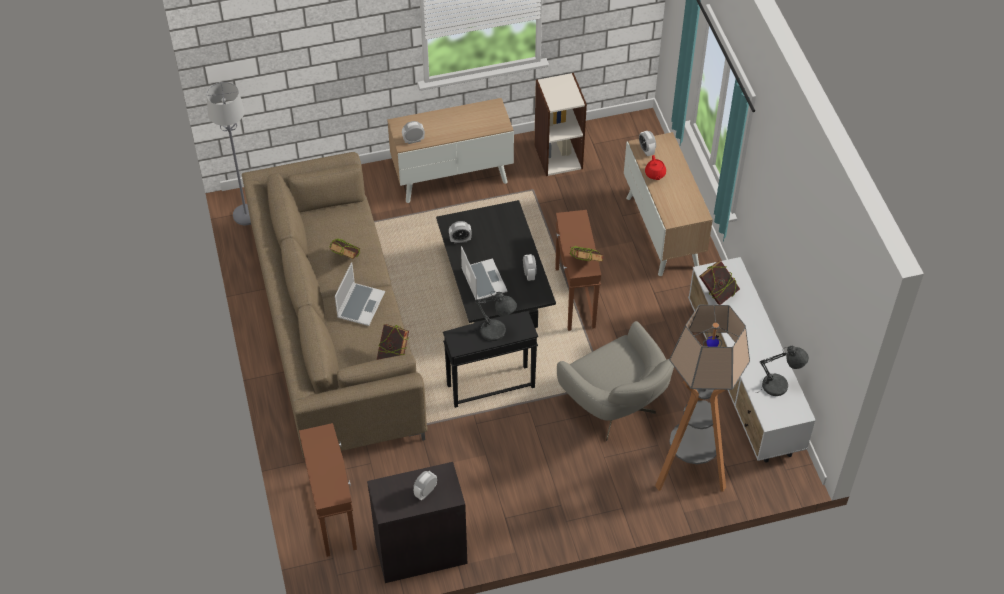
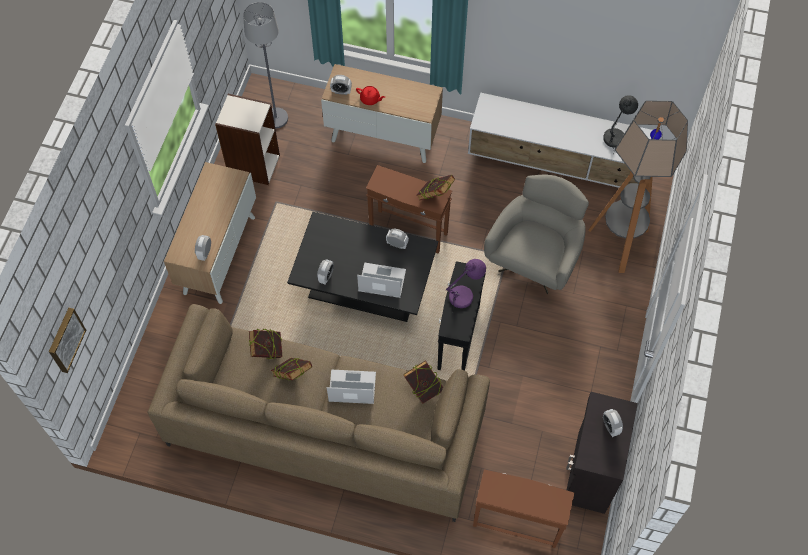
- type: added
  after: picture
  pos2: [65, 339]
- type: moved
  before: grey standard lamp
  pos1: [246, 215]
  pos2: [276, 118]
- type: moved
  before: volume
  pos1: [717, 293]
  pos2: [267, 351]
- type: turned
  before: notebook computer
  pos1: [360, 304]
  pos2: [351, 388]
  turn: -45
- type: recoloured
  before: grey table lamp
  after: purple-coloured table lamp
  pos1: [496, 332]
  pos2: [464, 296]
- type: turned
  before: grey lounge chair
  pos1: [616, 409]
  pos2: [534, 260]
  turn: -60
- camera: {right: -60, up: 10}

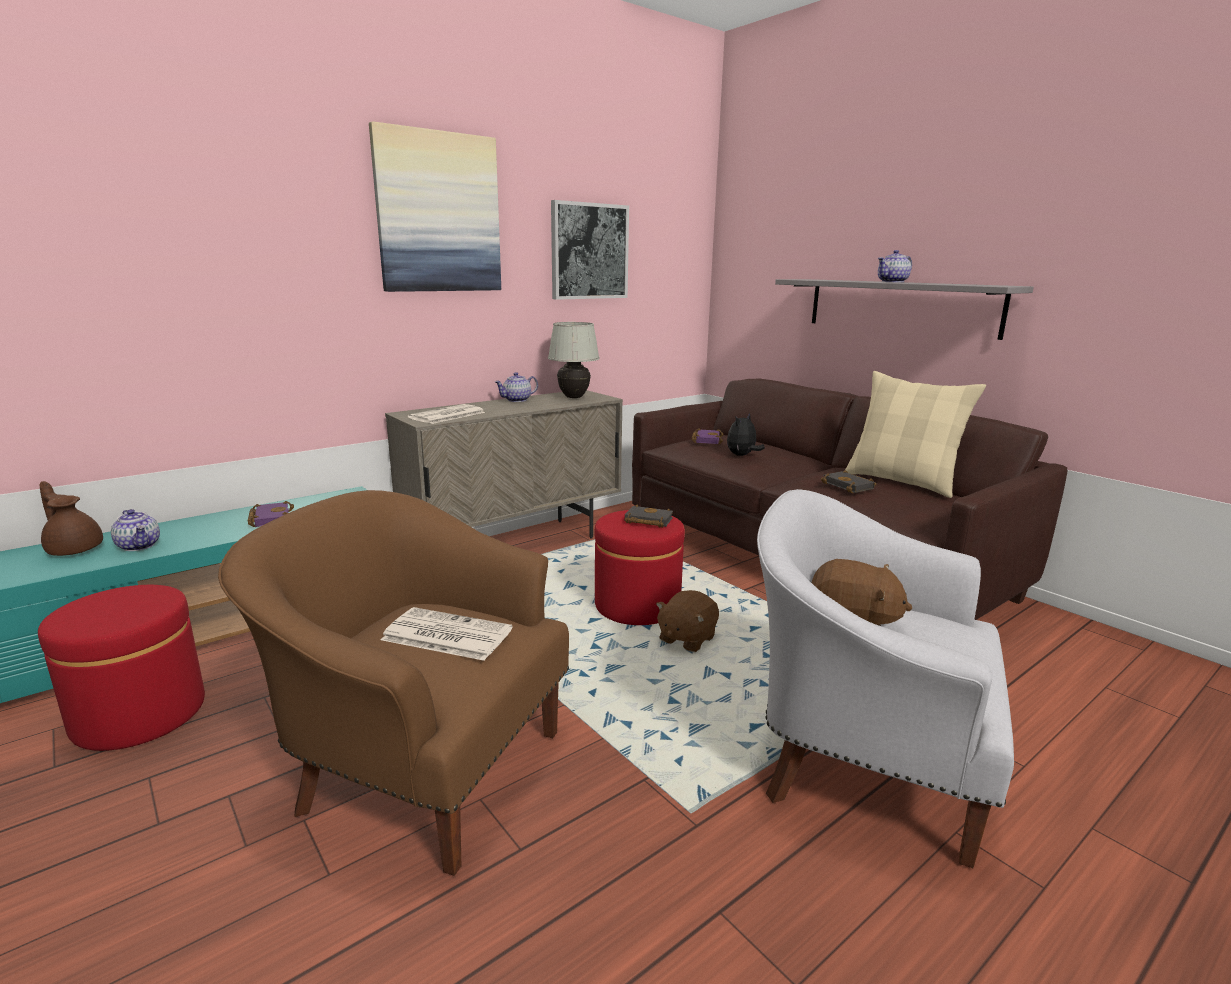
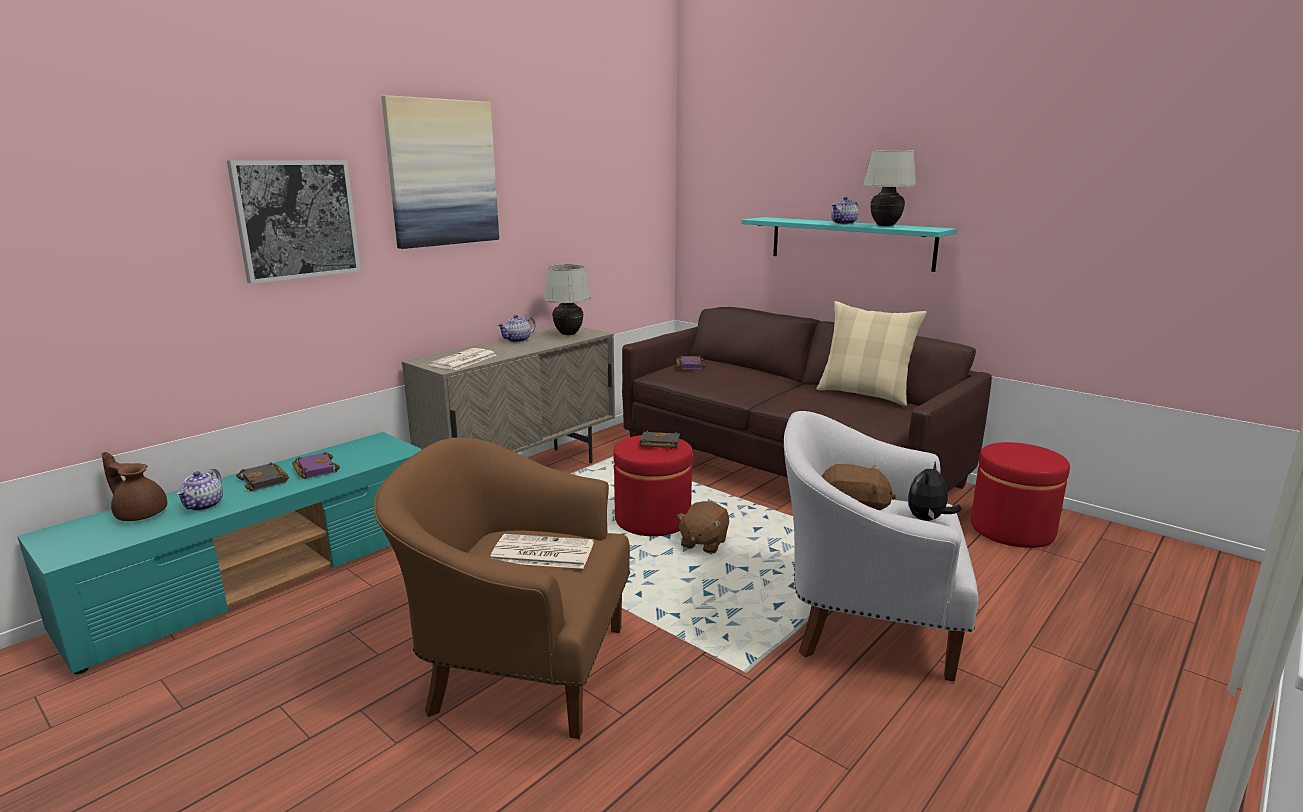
- type: turned
  before: teapot
  pos1: [139, 546]
  pos2: [204, 505]
  turn: 60
- type: moved
  before: picture
  pos1: [589, 251]
  pos2: [296, 219]
- type: moved
  before: black-coloured volume
  pos1: [850, 486]
  pos2: [265, 481]
- type: recoloured
  before: grey wall shelf
  after: turquoise-coloured wall shelf
  pos1: [900, 306]
  pos2: [850, 243]
- type: added
  after: white table lamp
  pos2: [885, 226]
- type: moved
  before: plush toy
  pos1: [742, 455]
  pos2: [928, 519]
- type: moved
  before: reddish ottoman
  pos1: [139, 714]
  pos2: [1012, 529]
- camera: {right: -10, up: 0}

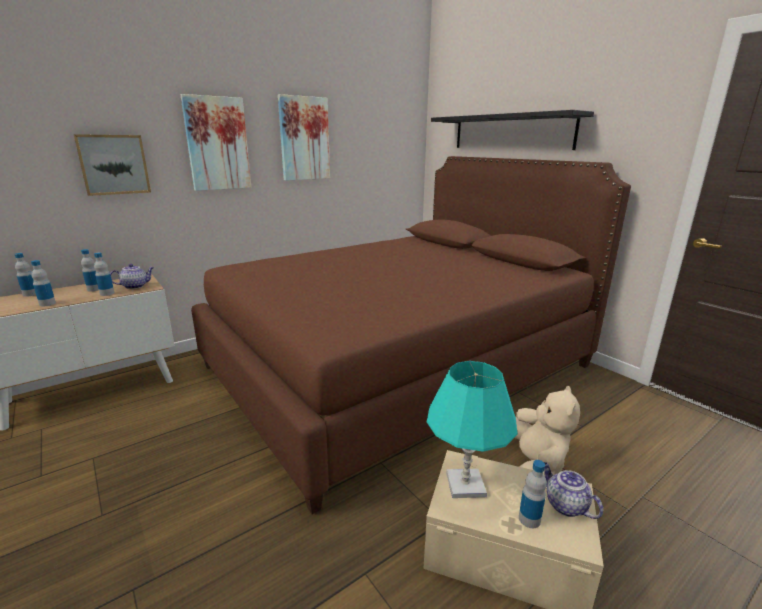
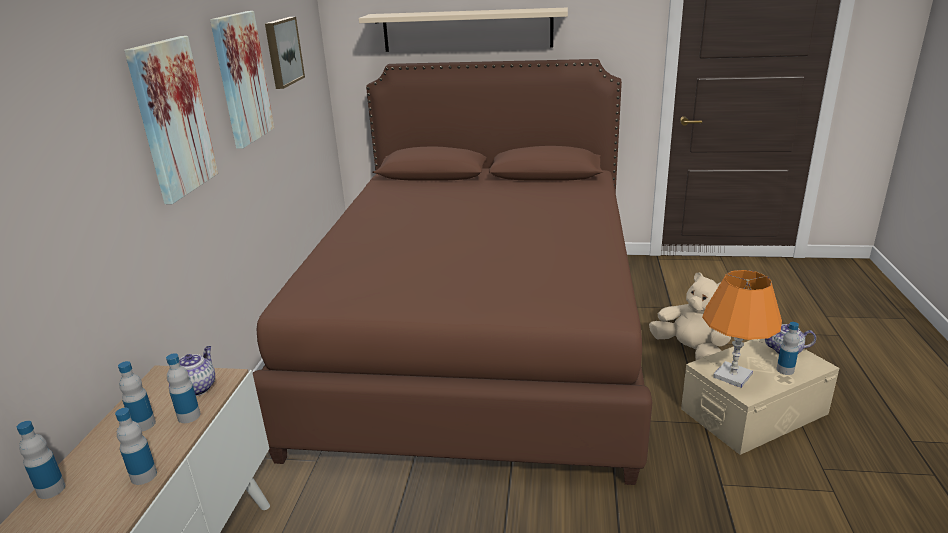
- type: moved
  before: picture
  pos1: [113, 164]
  pos2: [282, 52]
- type: recoloured
  before: black-coloured wall shelf
  after: beige wall shelf
  pos1: [510, 132]
  pos2: [467, 30]
- type: recoloured
  before: turquoise-coloured table lamp
  after: orange table lamp
  pos1: [465, 485]
  pos2: [732, 376]
- camera: {right: -45, up: 5}

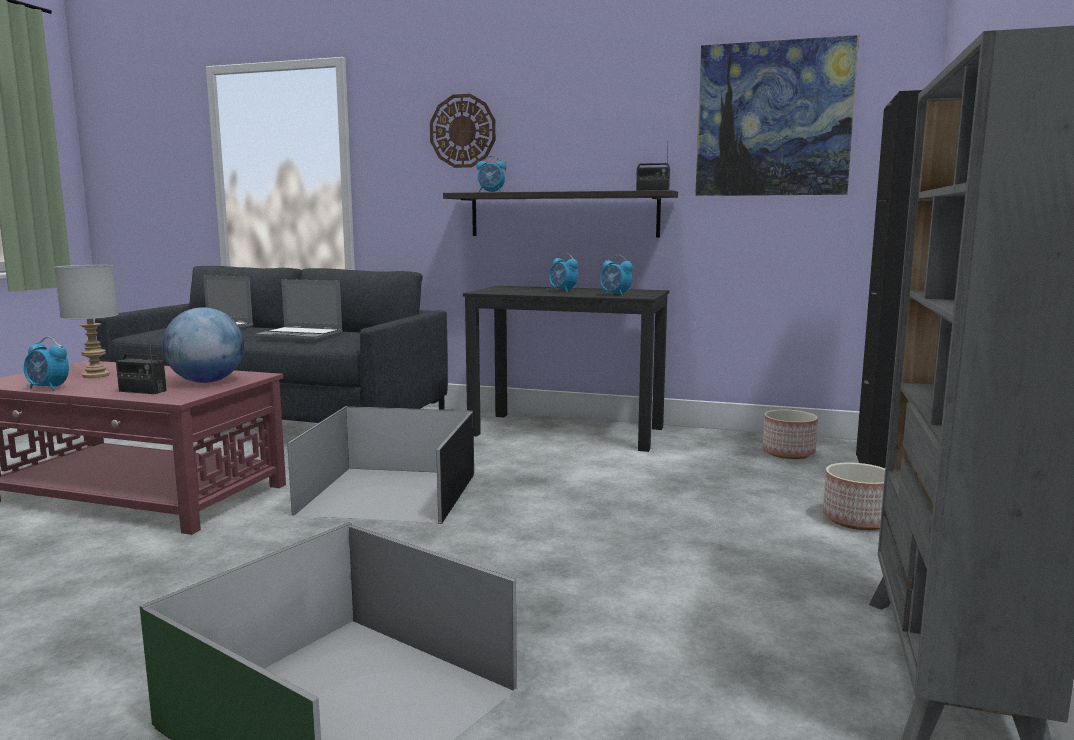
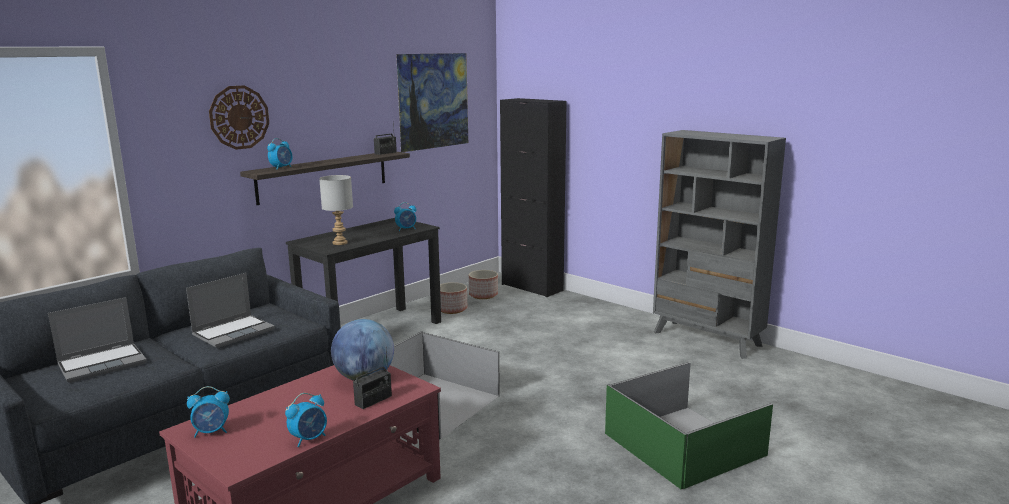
- type: moved
  before: table clock
  pos1: [563, 291]
  pos2: [212, 432]
- type: moved
  before: grey table lamp
  pos1: [96, 375]
  pos2: [339, 243]
- type: moved
  before: flower pot
  pos1: [857, 520]
  pos2: [452, 309]
- camera: {right: -65, up: 5}

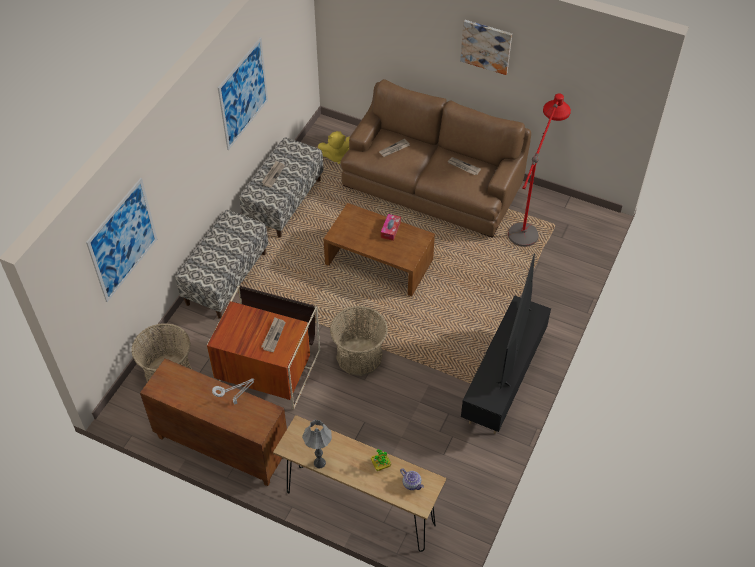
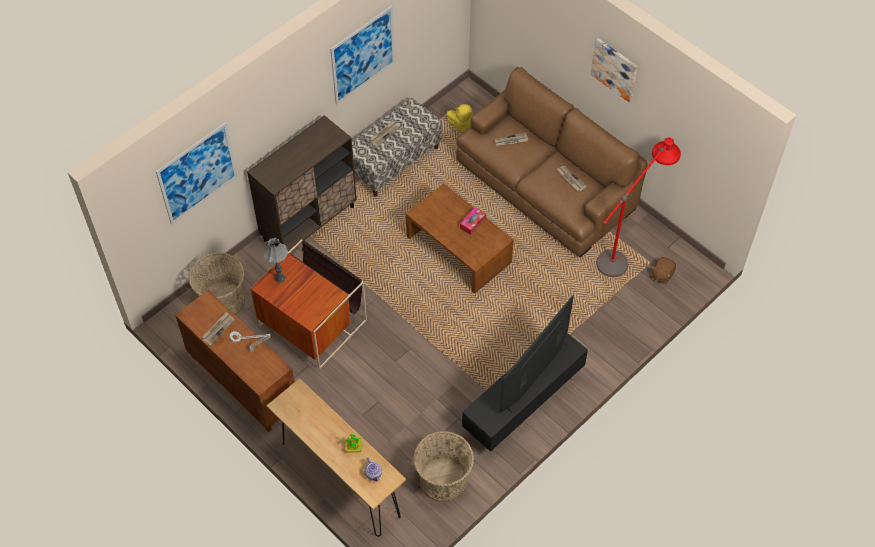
- type: moved
  before: daily paper
  pos1: [273, 335]
  pos2: [218, 329]
- type: replaced
  before: bench
  after: brownish cabinet
  pos1: [226, 278]
  pos2: [309, 223]
- type: moved
  before: grey table lamp
  pos1: [319, 463]
  pos2: [280, 278]
- type: moved
  before: household basket
  pos1: [359, 356]
  pos2: [443, 479]
- type: added
  after: brownish plush toy
  pos2: [661, 275]
- camera: {right: 20, up: 5}

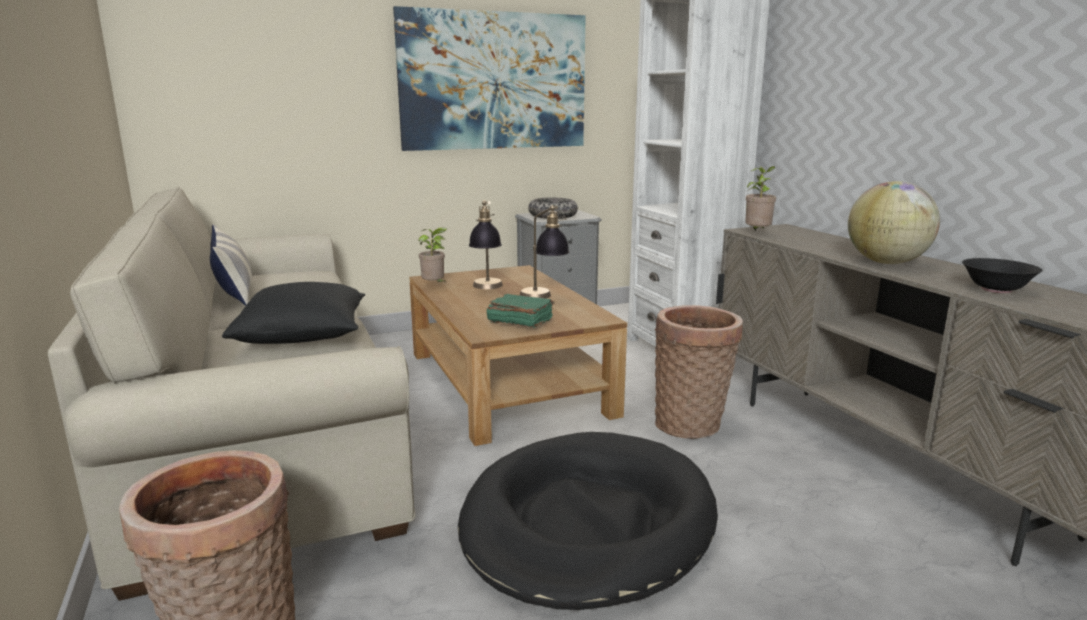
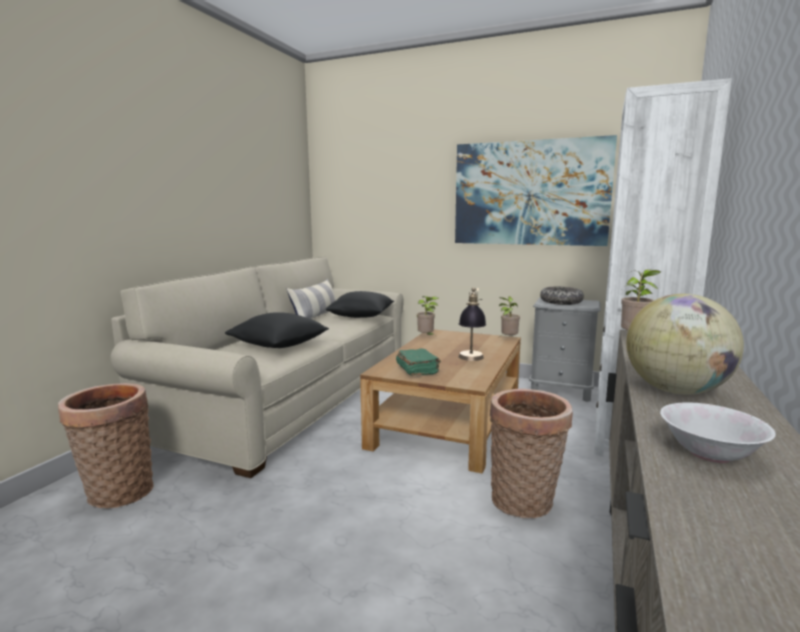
- type: added
  after: black-coloured cushion
  pos2: [362, 317]
- type: added
  after: houseplant
  pos2: [508, 339]
- type: recoloured
  before: black-coloured bowl
  after: white bowl
  pos1: [996, 290]
  pos2: [709, 454]
- type: removed
  before: black-coloured dog cushion
  pos1: [587, 523]
- type: removed
  before: table lamp
  pos1: [487, 288]
- camera: {right: 45, up: -5}

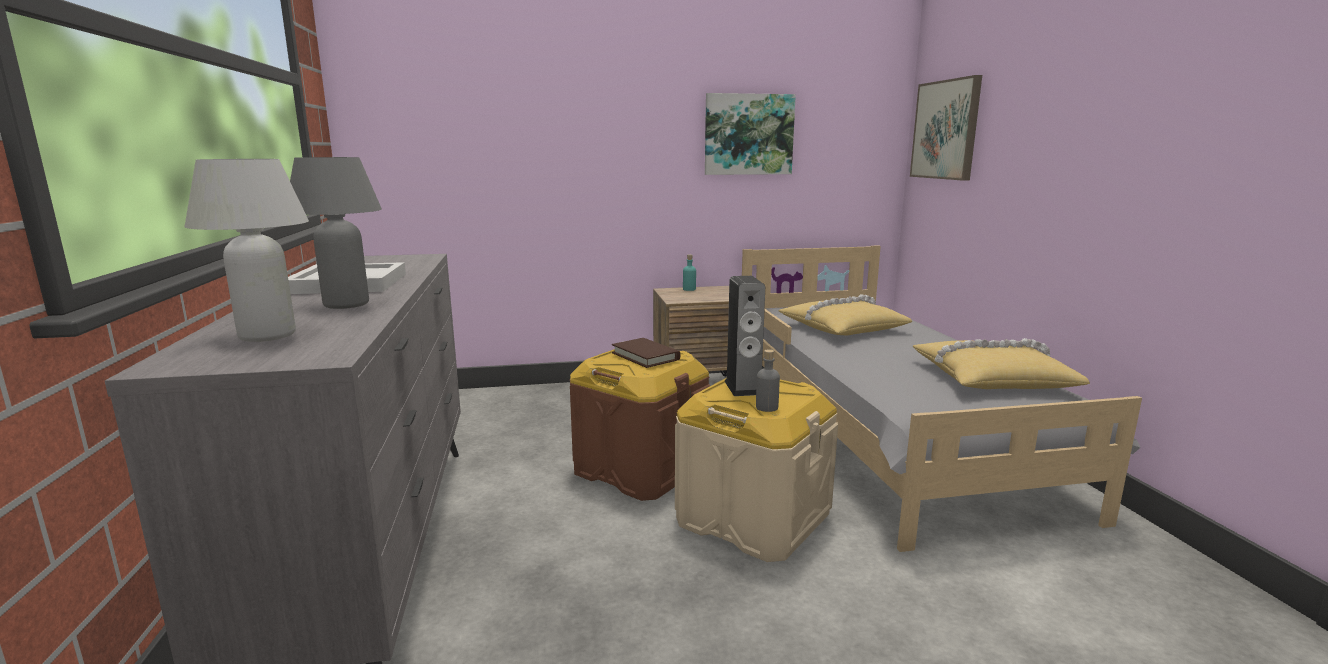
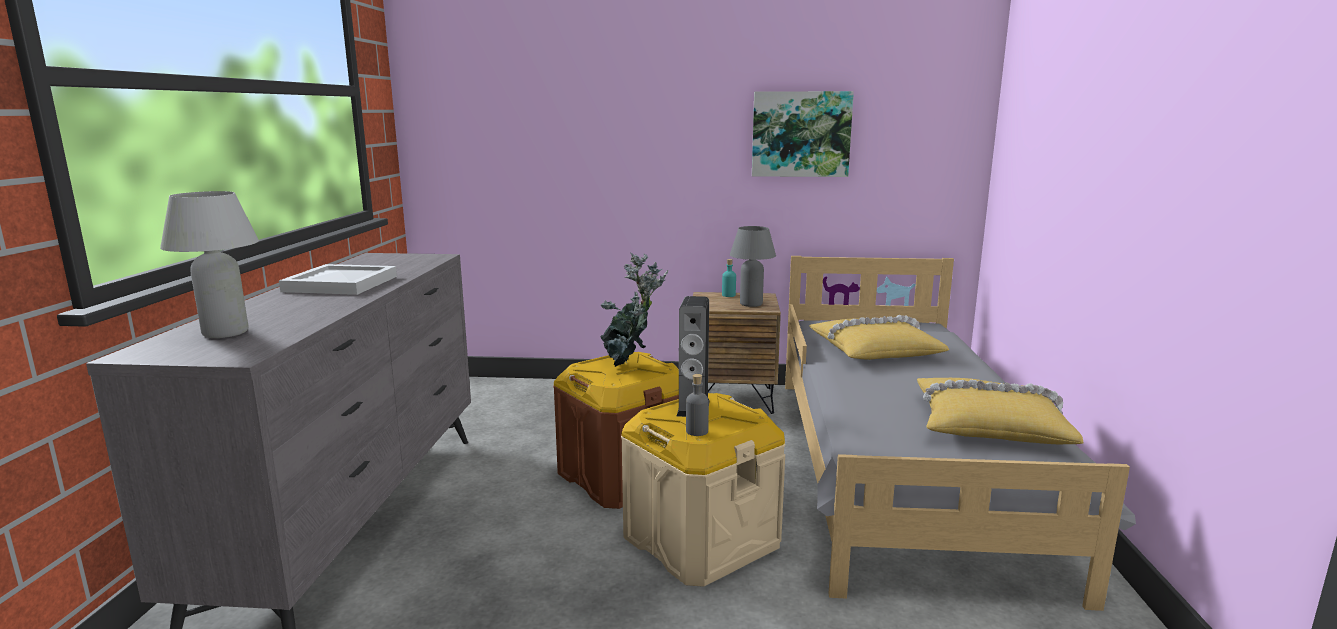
- type: replaced
  before: brownish volume
  after: houseplant
  pos1: [645, 356]
  pos2: [629, 366]
- type: moved
  before: grey table lamp
  pos1: [346, 304]
  pos2: [751, 304]
- type: removed
  before: picture
  pos1: [946, 130]
- camera: {right: 15, up: 0}

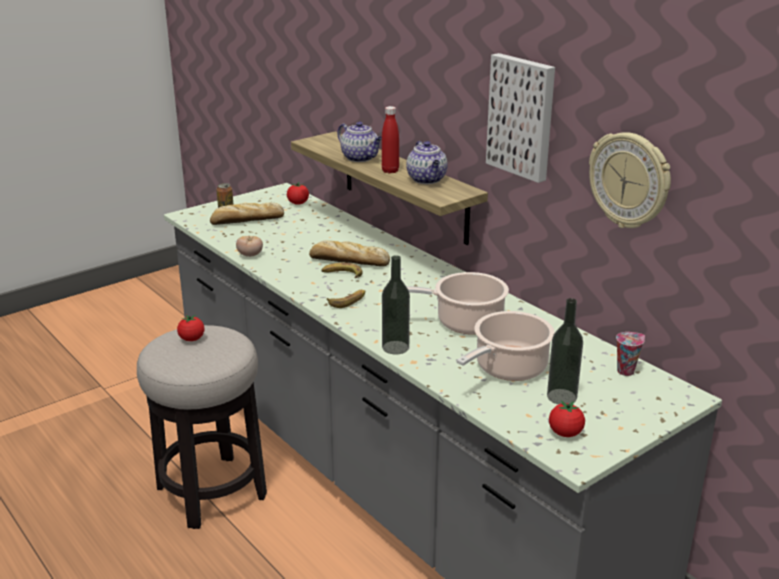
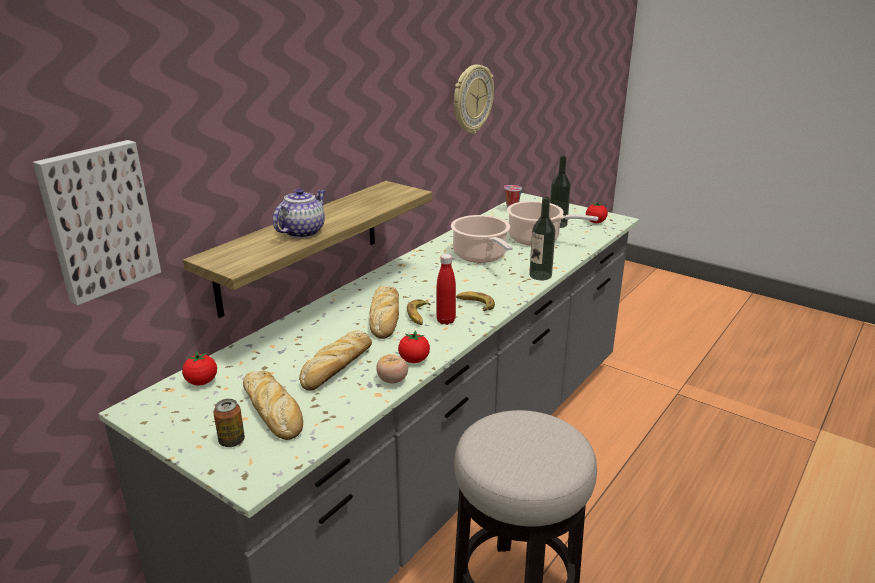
- type: moved
  before: picture
  pos1: [522, 116]
  pos2: [98, 220]
- type: added
  after: baked bread
  pos2: [336, 367]
- type: moved
  before: tomato
  pos1: [192, 339]
  pos2: [414, 360]
- type: moved
  before: reddish drink bottle
  pos1: [390, 171]
  pos2: [445, 321]
- type: removed
  before: teapot
  pos1: [427, 180]
- camera: {right: -105, up: 0}

